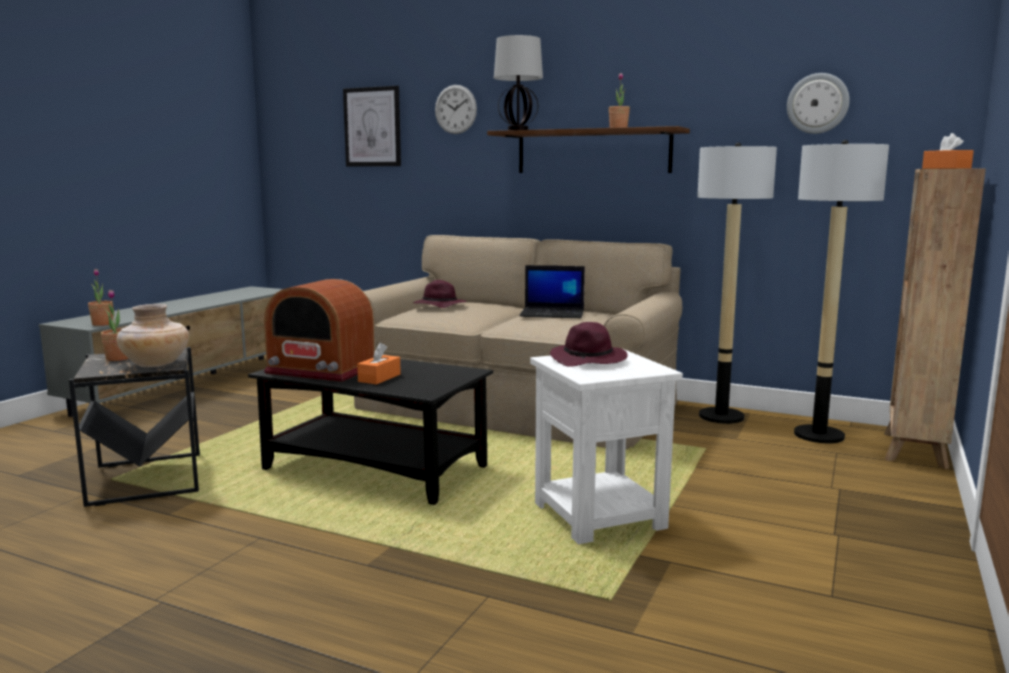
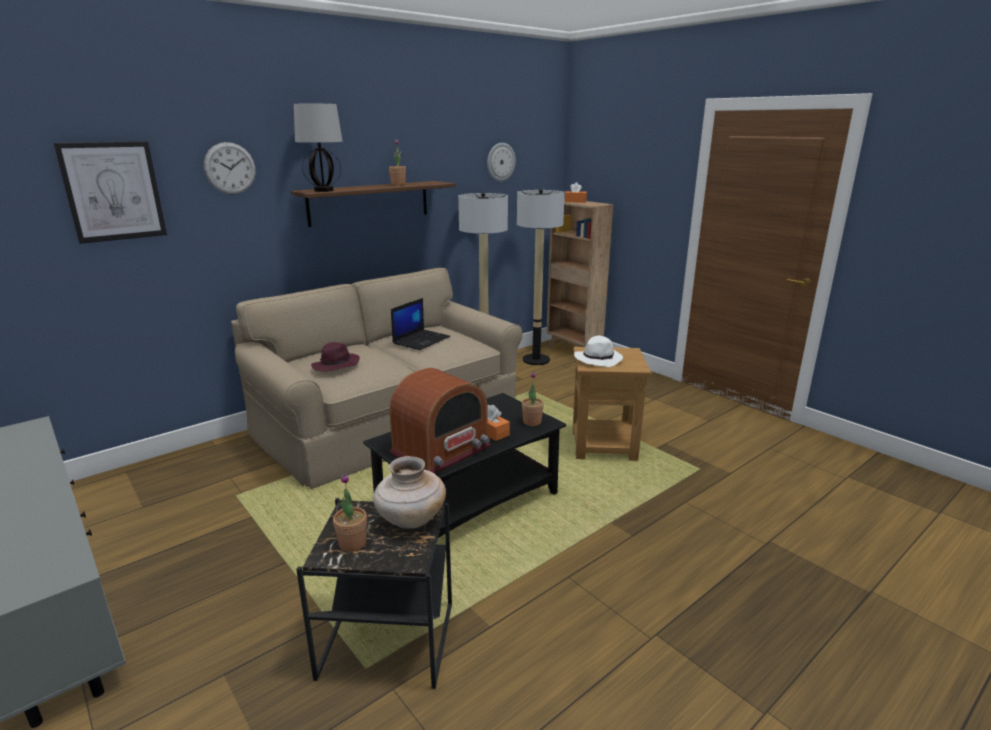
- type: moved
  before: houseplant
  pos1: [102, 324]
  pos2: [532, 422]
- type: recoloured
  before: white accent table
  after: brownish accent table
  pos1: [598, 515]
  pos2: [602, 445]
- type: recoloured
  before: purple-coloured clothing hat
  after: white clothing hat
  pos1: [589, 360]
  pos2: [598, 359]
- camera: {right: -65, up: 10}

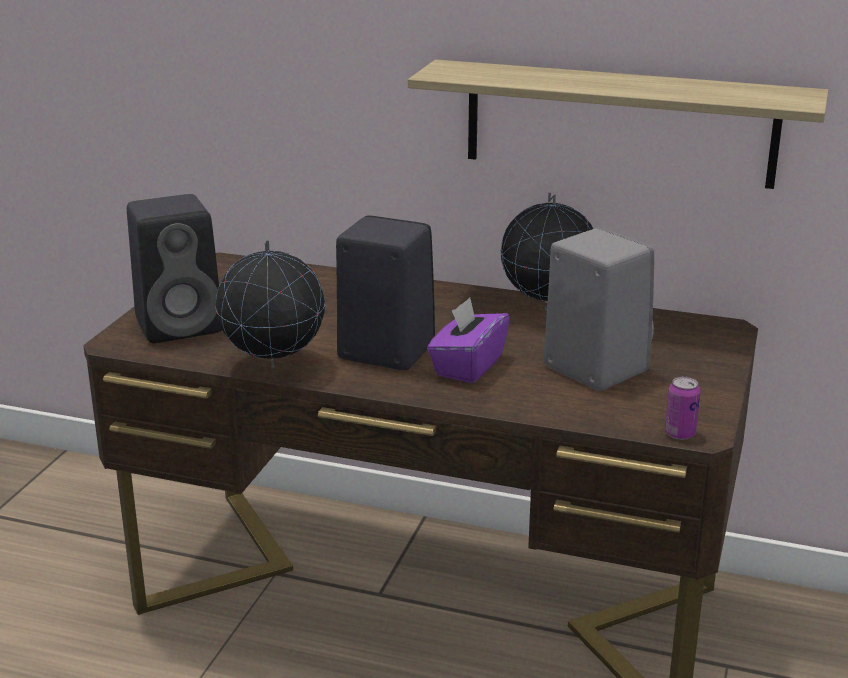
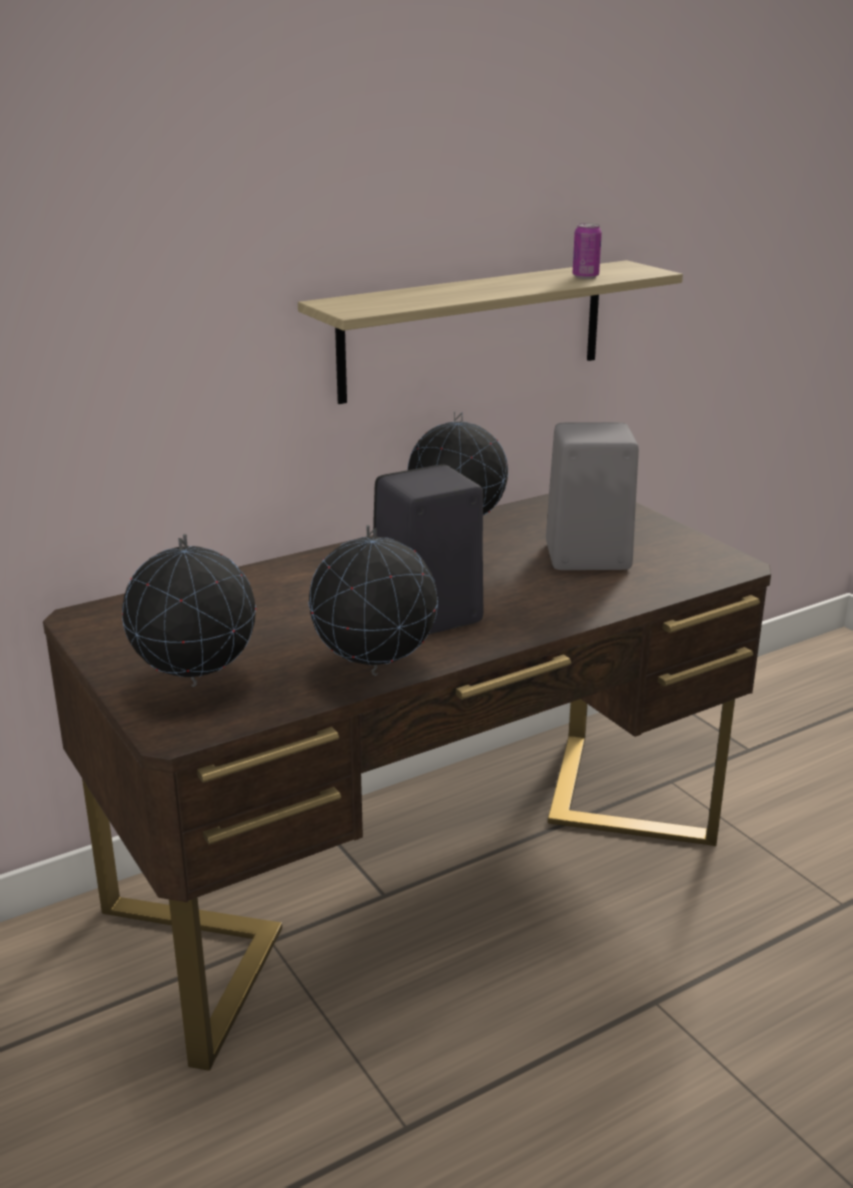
- type: replaced
  before: black-coloured loudspeaker
  after: world globe
  pos1: [182, 324]
  pos2: [197, 685]
- type: moved
  before: sealed can
  pos1: [680, 434]
  pos2: [585, 276]
- type: removed
  before: purple-coloured tissue box
  pos1: [467, 366]
- camera: {right: -50, up: 0}

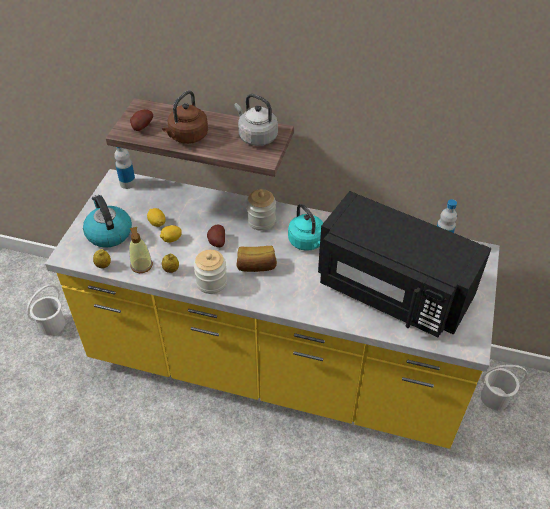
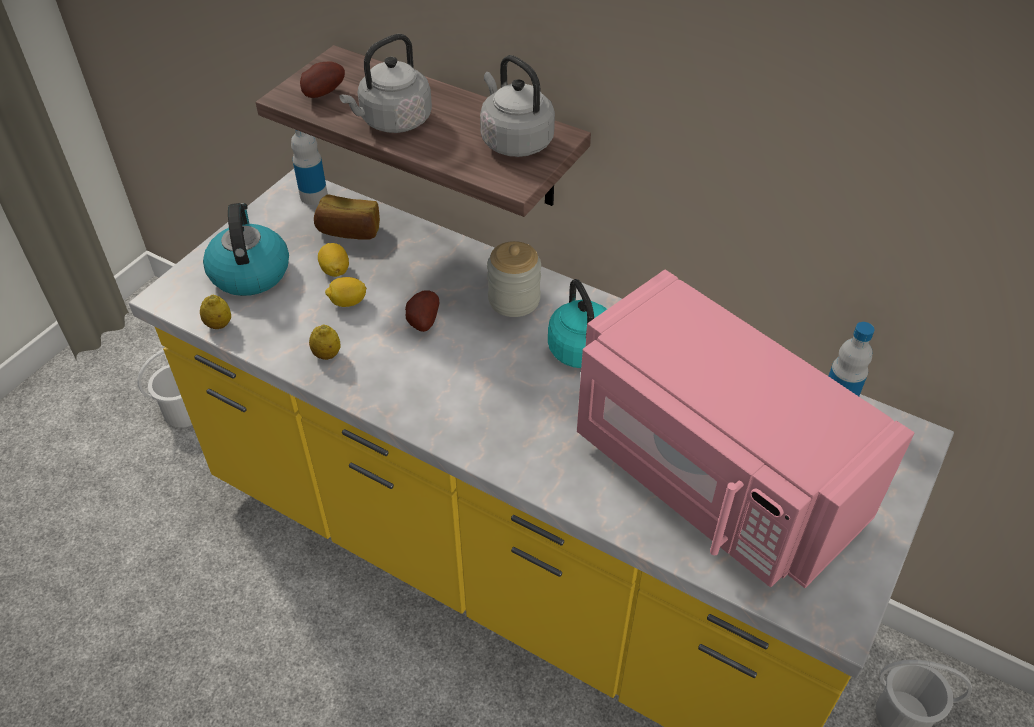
- type: moved
  before: baked bread
  pos1: [256, 266]
  pos2: [349, 232]
- type: recoloured
  before: brownish tea kettle
  after: grey tea kettle
  pos1: [187, 137]
  pos2: [393, 122]
- type: recoloured
  before: black-coloured kitchen microwave
  after: pink kitchen microwave
  pos1: [392, 291]
  pos2: [711, 476]
- type: removed
  before: soap dispenser
  pos1: [141, 265]
- type: removed
  before: storage jar
  pos1: [211, 282]
- camera: {right: 15, up: 0}

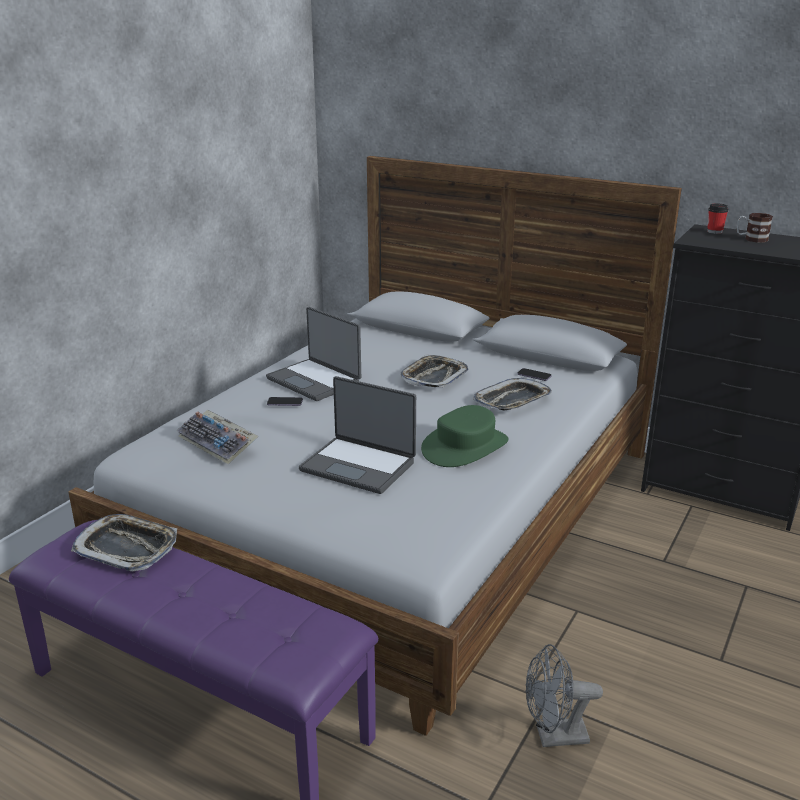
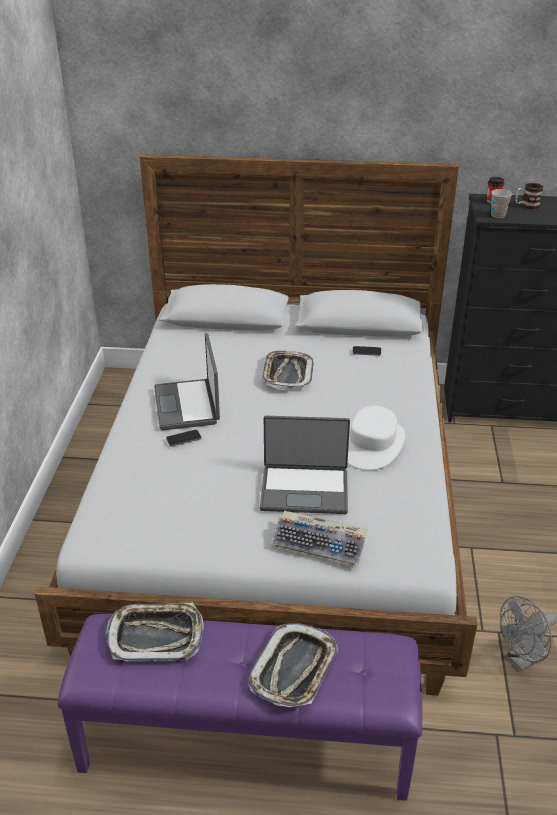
- type: turned
  before: notebook computer
  pos1: [315, 380]
  pos2: [188, 405]
  turn: 60
- type: moved
  before: tray
  pos1: [512, 401]
  pos2: [294, 669]
- type: moved
  before: keyboard
  pos1: [219, 443]
  pos2: [320, 544]
- type: recoloured
  before: green-coloured clothing hat
  after: white clothing hat
  pos1: [465, 447]
  pos2: [372, 444]
- type: added
  after: small cup
  pos2: [498, 215]
- camera: {right: -25, up: 10}

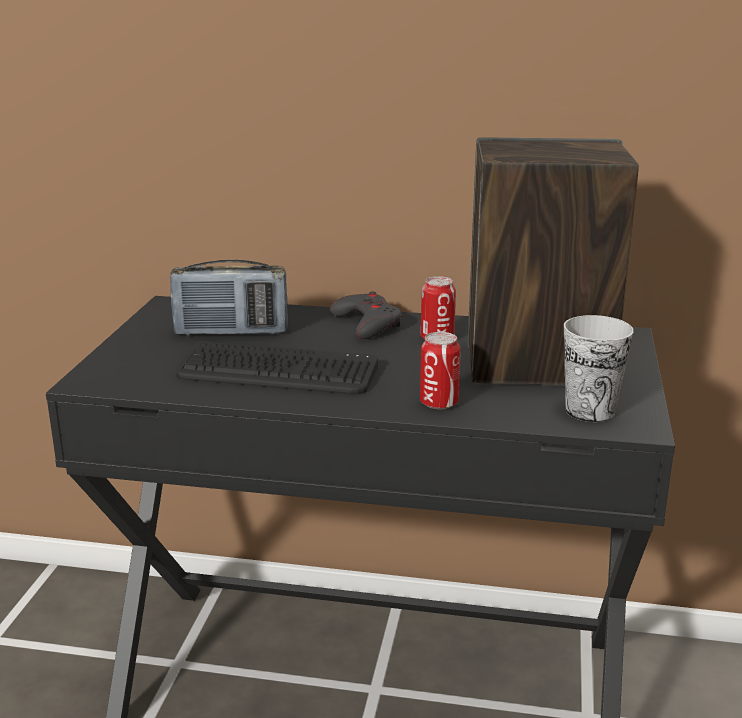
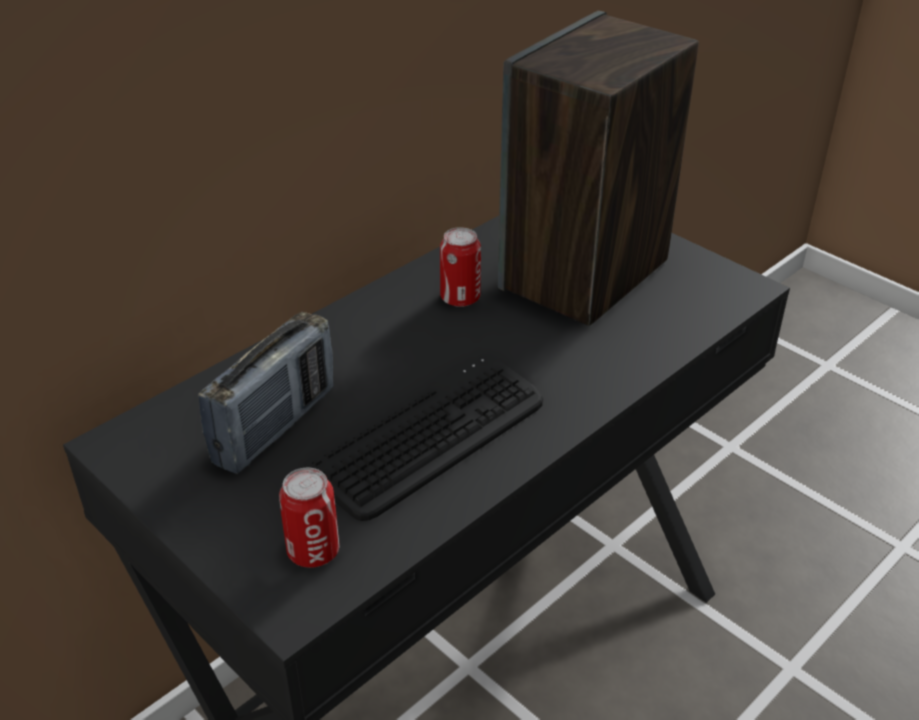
- type: moved
  before: sealed can
  pos1: [439, 403]
  pos2: [313, 551]
- type: removed
  before: grey game controller
  pos1: [367, 323]
- type: removed
  before: small cup
  pos1: [590, 411]
- camera: {right: -55, up: 15}

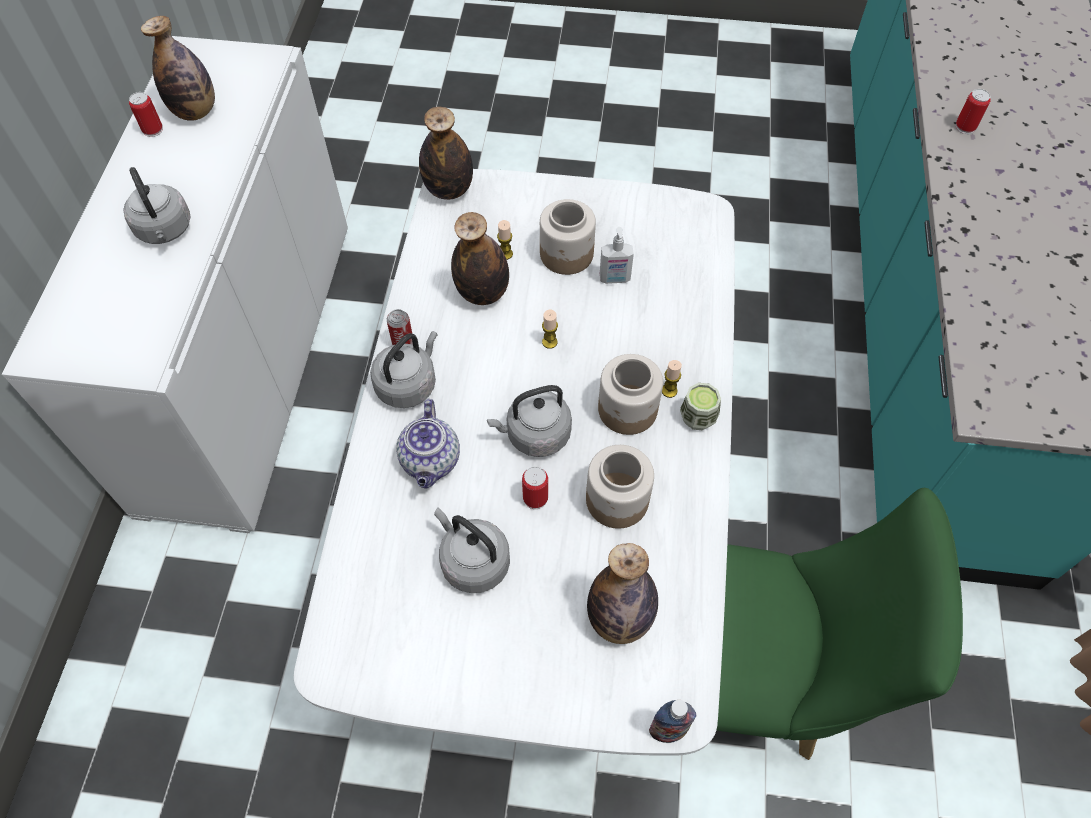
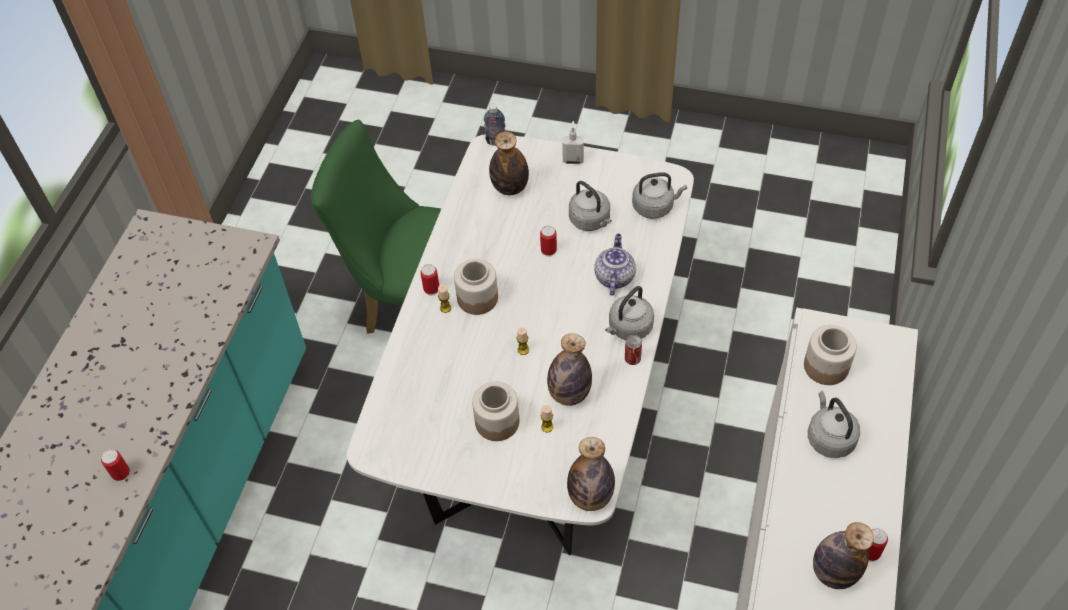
- type: replaced
  before: small cup
  after: sealed can
  pos1: [698, 417]
  pos2: [431, 289]
- type: moved
  before: soap dispenser
  pos1: [614, 279]
  pos2: [573, 160]
- type: moved
  before: grey tea kettle
  pos1: [535, 435]
  pos2: [655, 207]
- type: moved
  before: storage jar
  pos1: [618, 500]
  pos2: [825, 366]
- camera: {right: -170, up: -5}

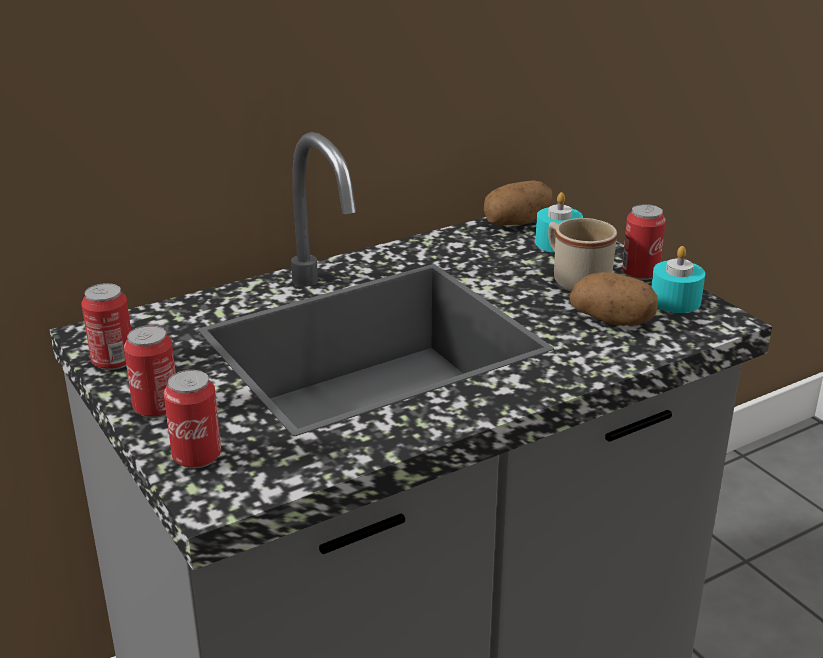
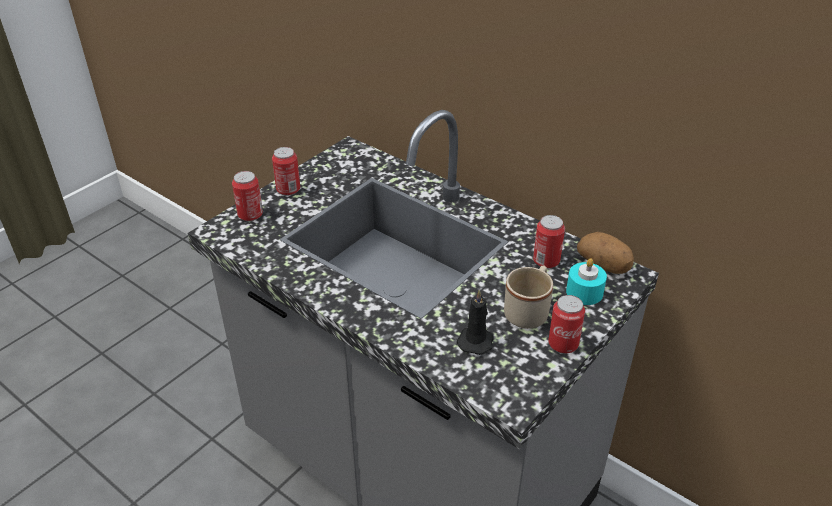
- type: replaced
  before: whole potato
  after: black-coloured candle
  pos1: [613, 320]
  pos2: [476, 340]
- type: moved
  before: sealed can
  pos1: [113, 361]
  pos2: [546, 261]
- type: removed
  before: turquoise-coloured candle
  pos1: [675, 301]
- camera: {right: 70, up: 10}

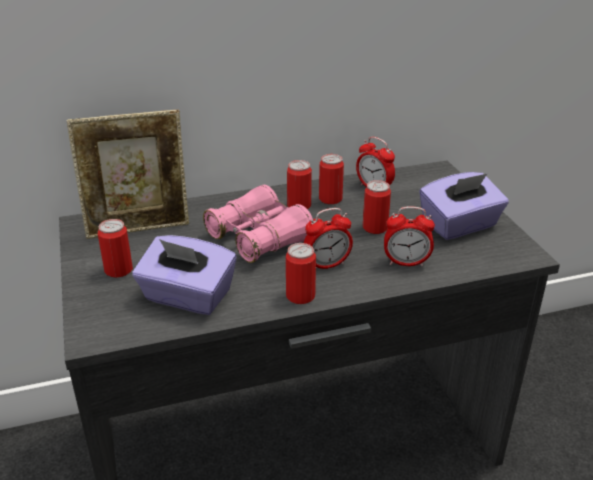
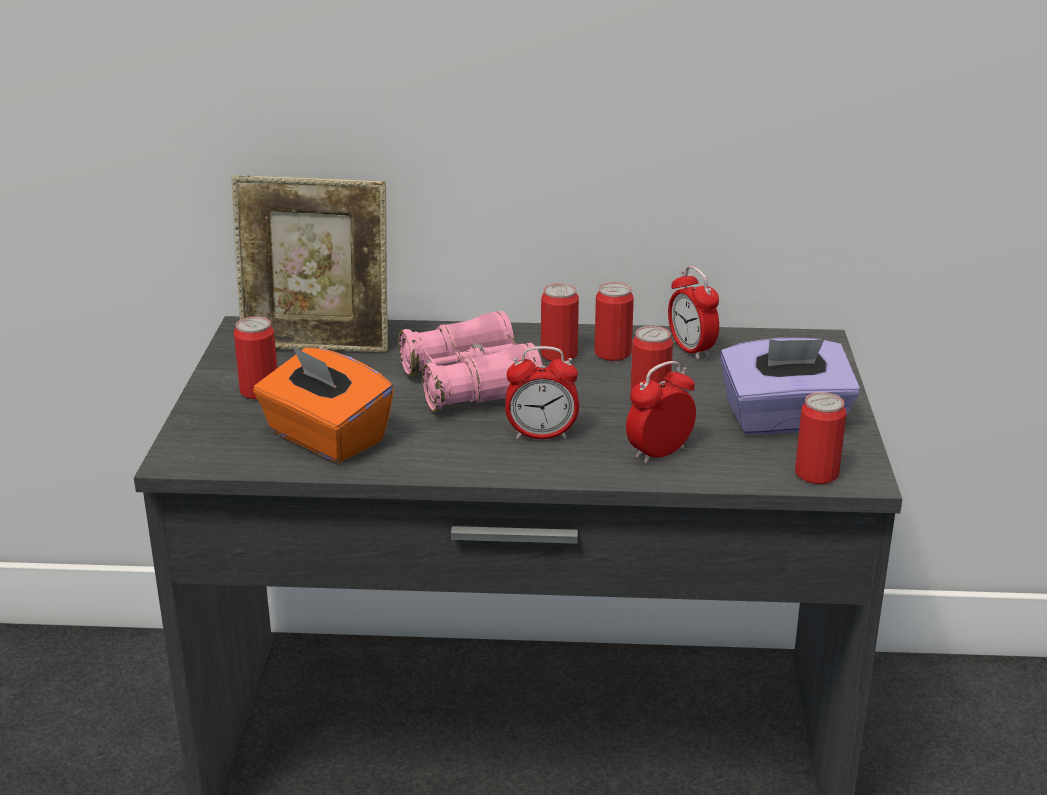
- type: recoloured
  before: purple-coloured tissue box
  after: orange tissue box
  pos1: [187, 297]
  pos2: [325, 438]
- type: turned
  before: table clock
  pos1: [406, 263]
  pos2: [659, 453]
  turn: 120
- type: moved
  before: sealed can
  pos1: [300, 296]
  pos2: [816, 474]
- camera: {right: 20, up: -5}

